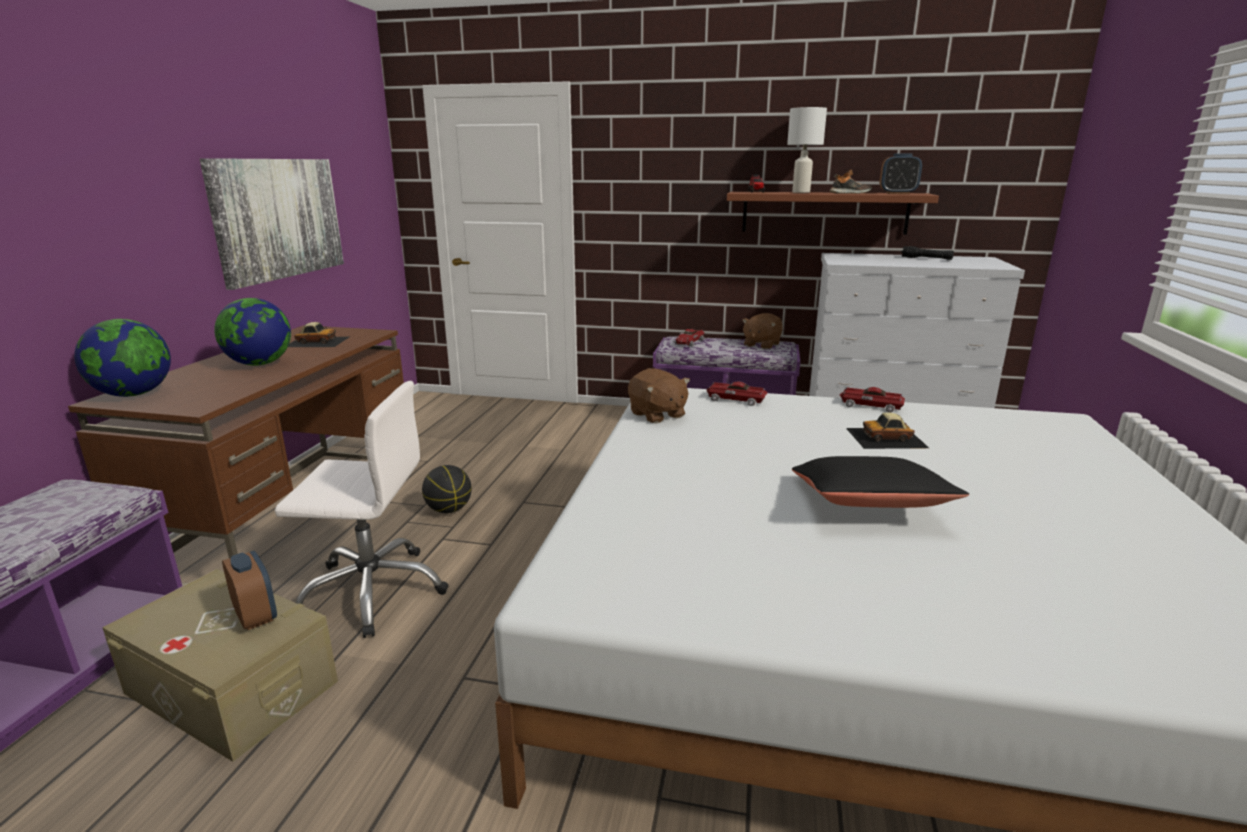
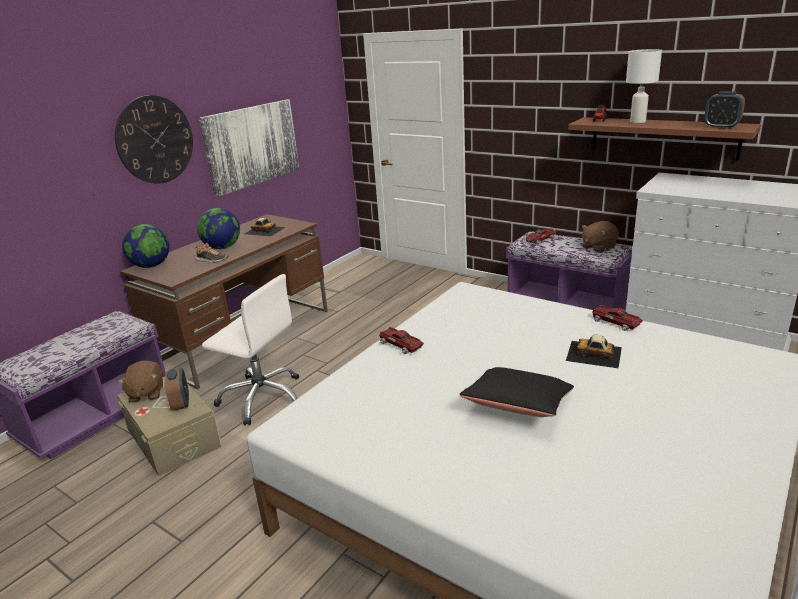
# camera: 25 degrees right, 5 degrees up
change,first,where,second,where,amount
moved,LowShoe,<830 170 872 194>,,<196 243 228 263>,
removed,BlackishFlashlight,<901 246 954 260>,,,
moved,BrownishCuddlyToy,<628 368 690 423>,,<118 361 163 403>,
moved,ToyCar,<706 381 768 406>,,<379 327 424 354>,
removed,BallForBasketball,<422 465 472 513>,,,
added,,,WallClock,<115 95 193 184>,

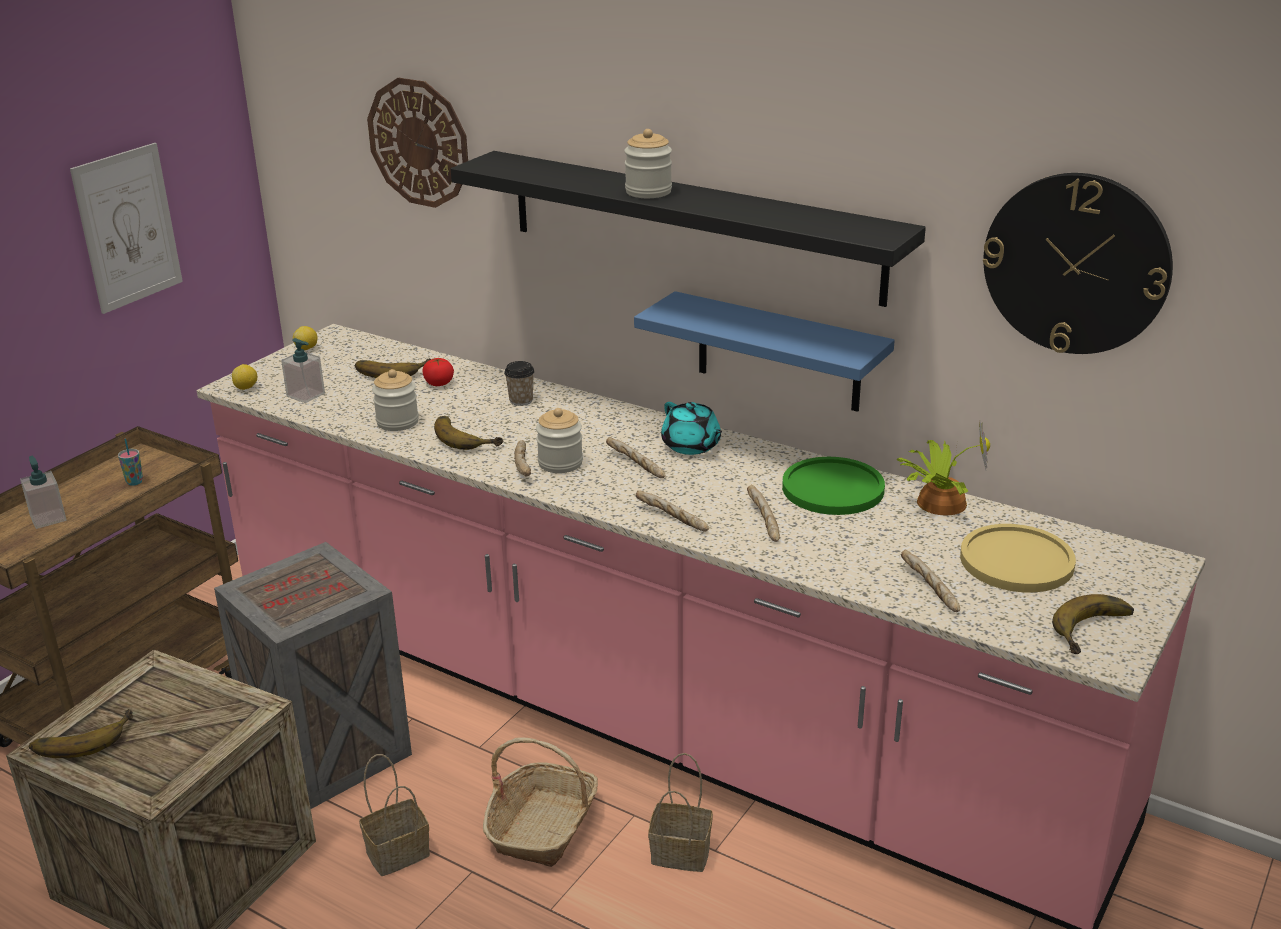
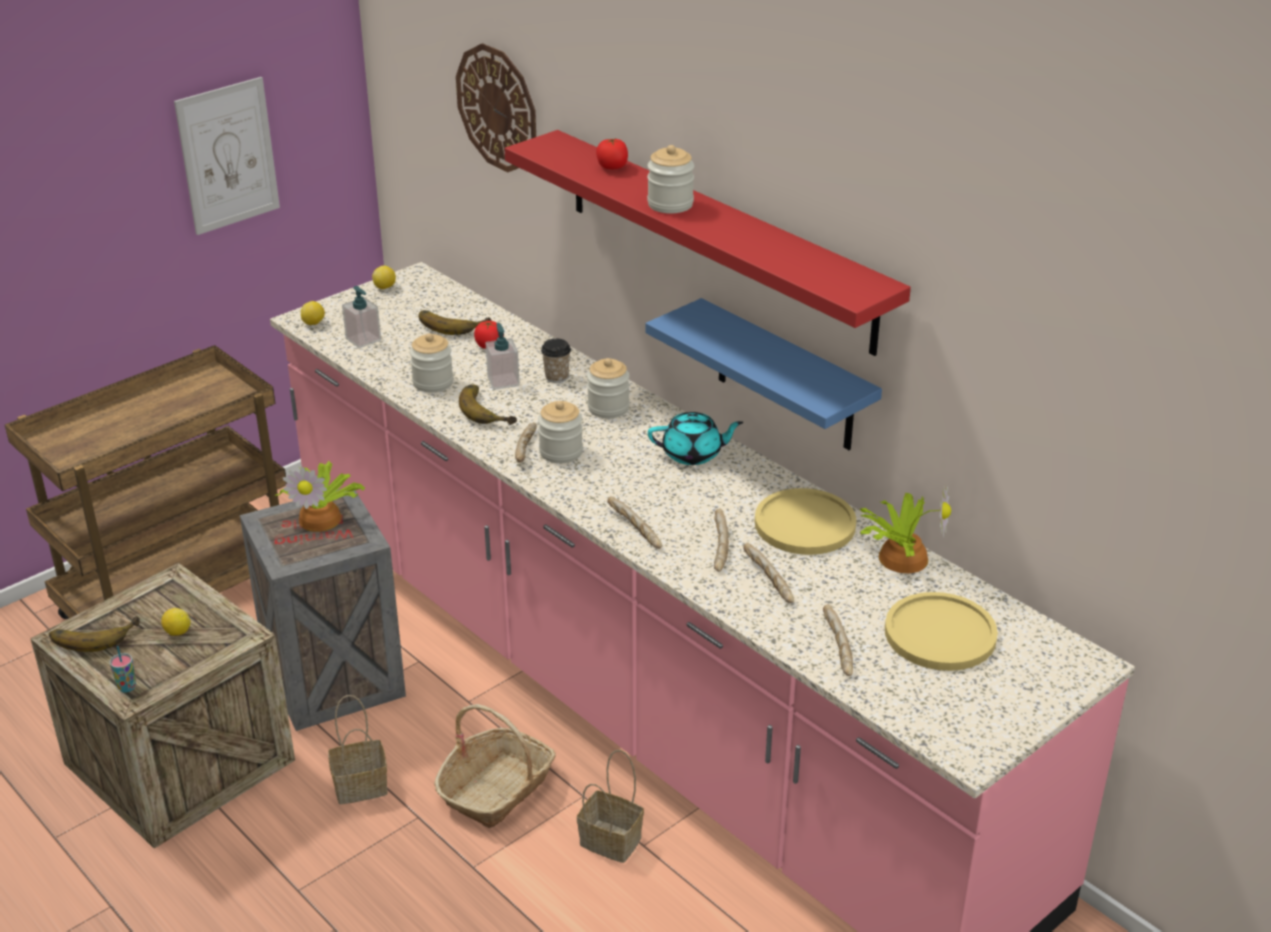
# camera: 15 degrees right, 5 degrees up
change,first,where,second,where,amount
recoloured,BlackishBracketShelf,<451 151 926 307>,RedColouredBracketShelf,<505 130 911 356>,
removed,WallClock,<983 173 1173 354>,,,
turned,TurquoiseTeapot,<661 402 722 455>,,<648 412 743 465>,75 degrees counterclockwise
moved,BakedBread,<606 437 666 478>,,<743 543 794 603>,
moved,SmallCup,<118 439 143 486>,,<109 646 136 693>,
moved,SoapDispenser,<20 456 67 529>,,<486 323 520 390>,
recoloured,GreenishFlatDish,<782 457 885 515>,YellowColouredFlatDish,<755 488 857 555>,
removed,BananaFruit,<1052 594 1134 654>,,,
added,,,Tomato,<596 139 628 169>,
added,,,PreserveJar,<587 358 630 418>,
added,,,PlantInAPot,<274 461 365 532>,
added,,,Lemon,<161 608 190 636>,

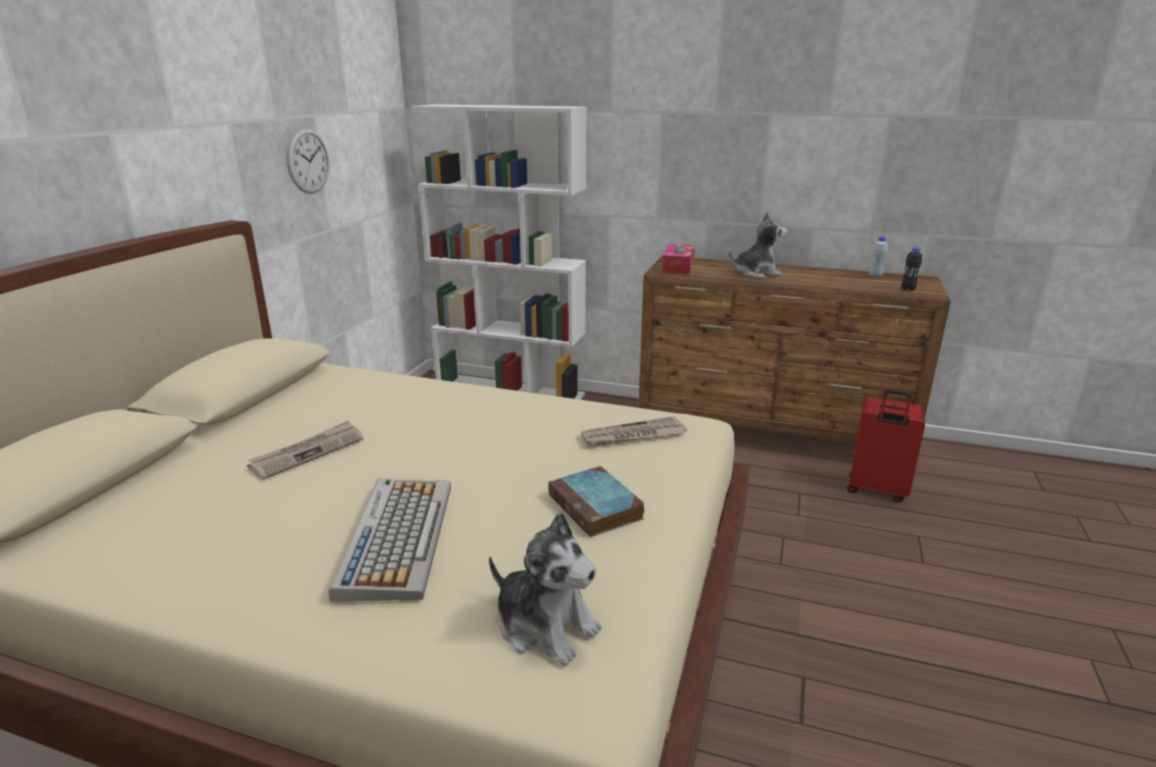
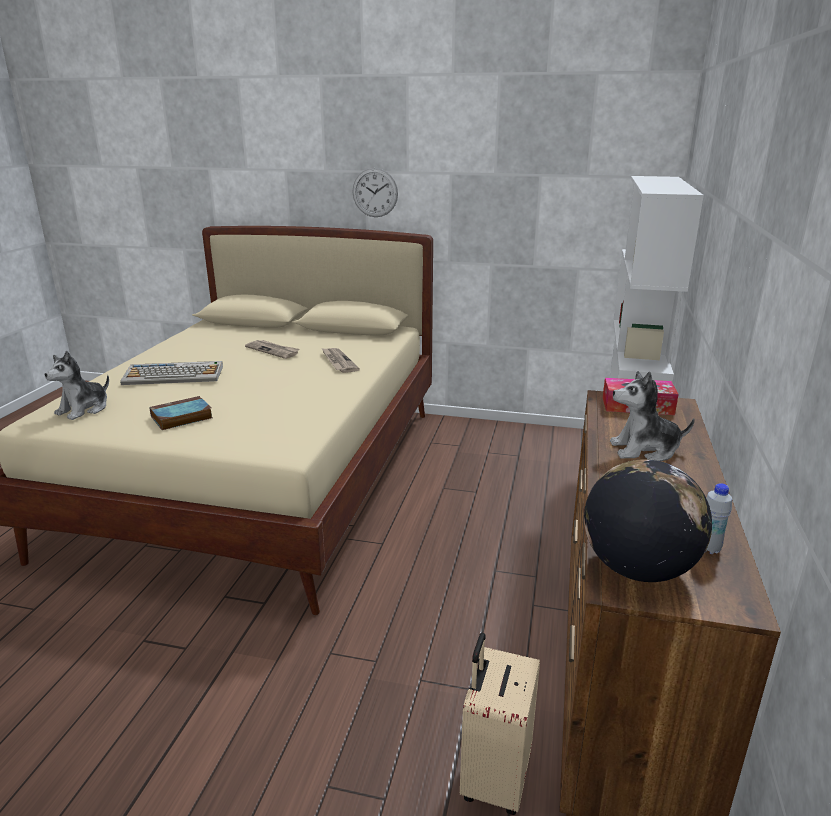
# camera: 85 degrees right, 0 degrees up
change,first,where,second,where,amount
moved,WallClock,<286 127 329 194>,,<352 168 398 217>,
turned,CuddlyToy,<729 212 788 278>,,<610 371 695 461>,105 degrees clockwise
replaced,BlackishBottle,<902 247 922 291>,Globe,<584 459 712 582>,
recoloured,RedColouredPieceOfLuggage,<847 389 925 503>,BeigePieceOfLuggage,<460 633 540 815>,
moved,PrintedPaper,<581 416 687 447>,,<322 348 360 373>,

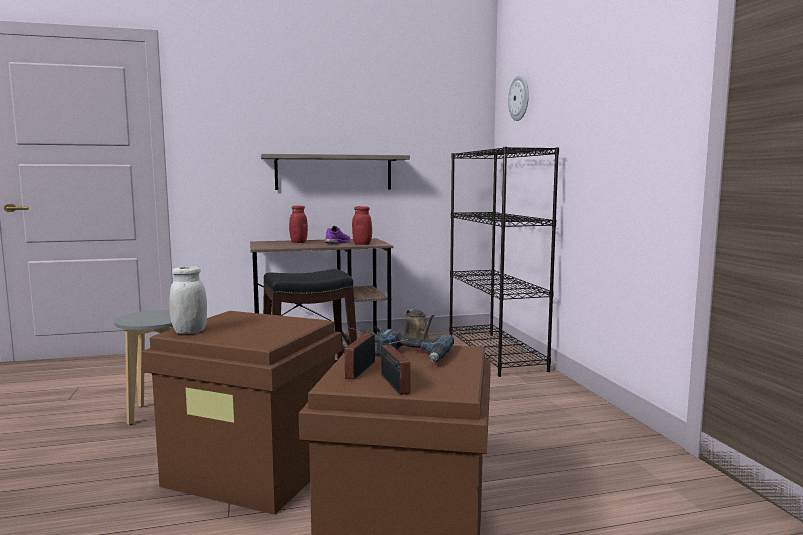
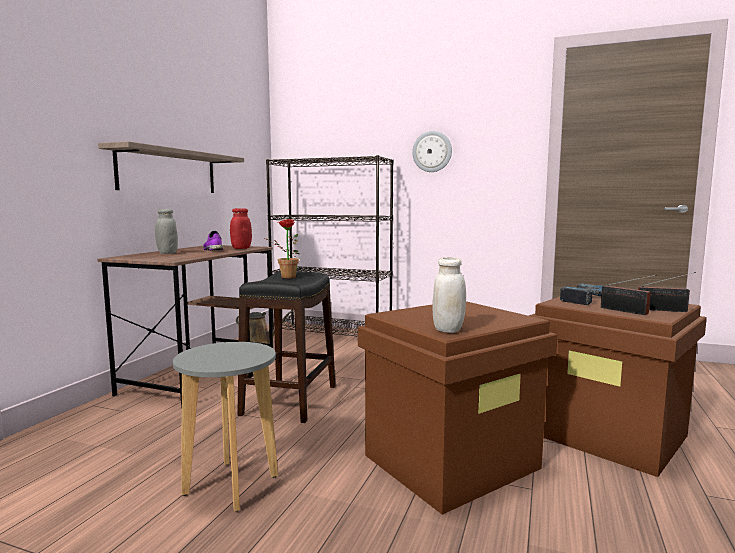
# camera: 55 degrees left, 0 degrees up
change,first,where,second,where,amount
moved,WallClock,<508 75 529 121>,,<412 131 452 172>,
recoloured,RedColouredPreserveJar,<289 206 308 243>,GreyPreserveJar,<155 209 178 254>,
added,,,PlantInAPot,<265 219 300 278>,

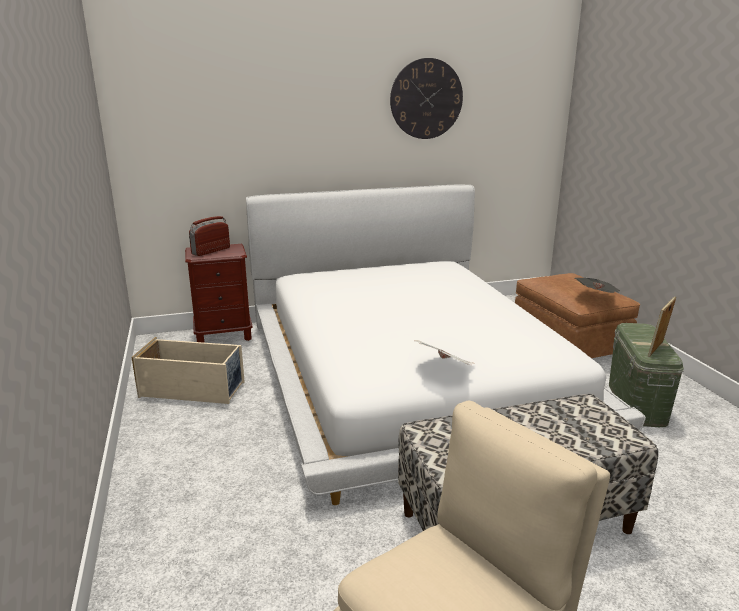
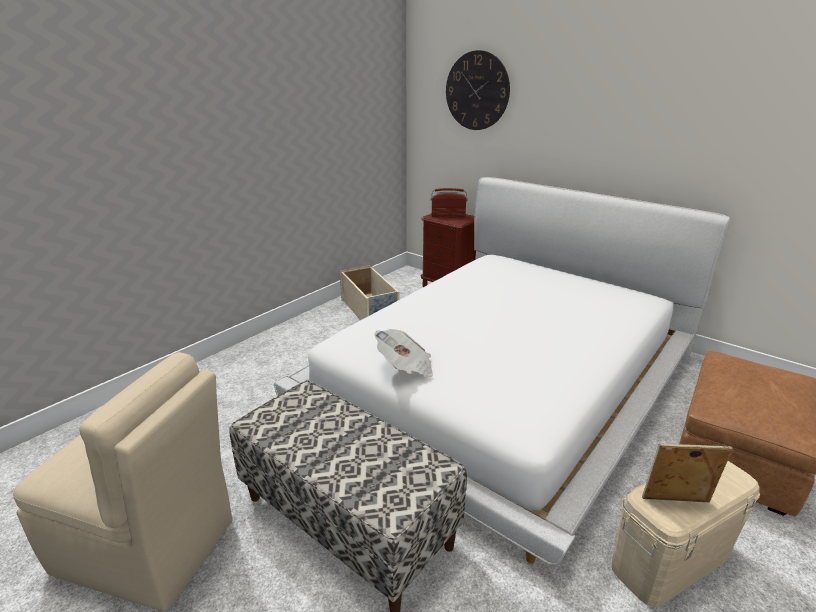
# camera: 55 degrees right, 5 degrees up
change,first,where,second,where,amount
moved,WallClock,<390 58 463 139>,,<446 50 510 130>,
removed,PrintedPaper,<575 278 620 293>,,,
recoloured,GreenishStorageBin,<609 323 684 427>,BeigeStorageBin,<612 461 760 607>,

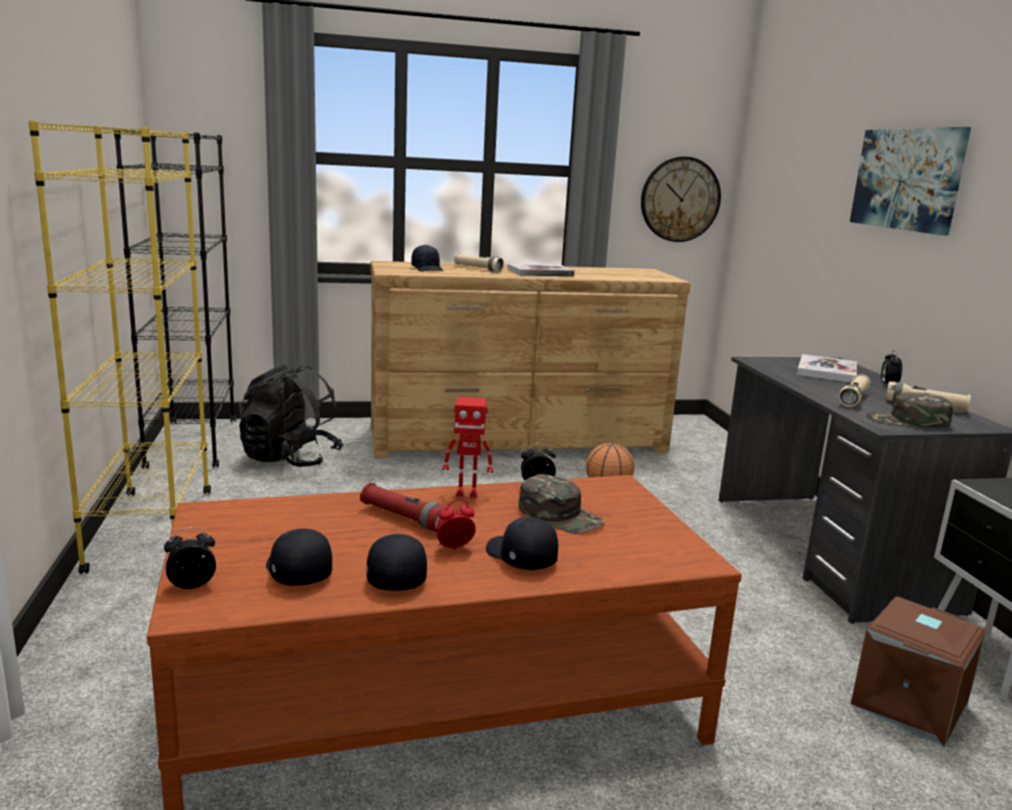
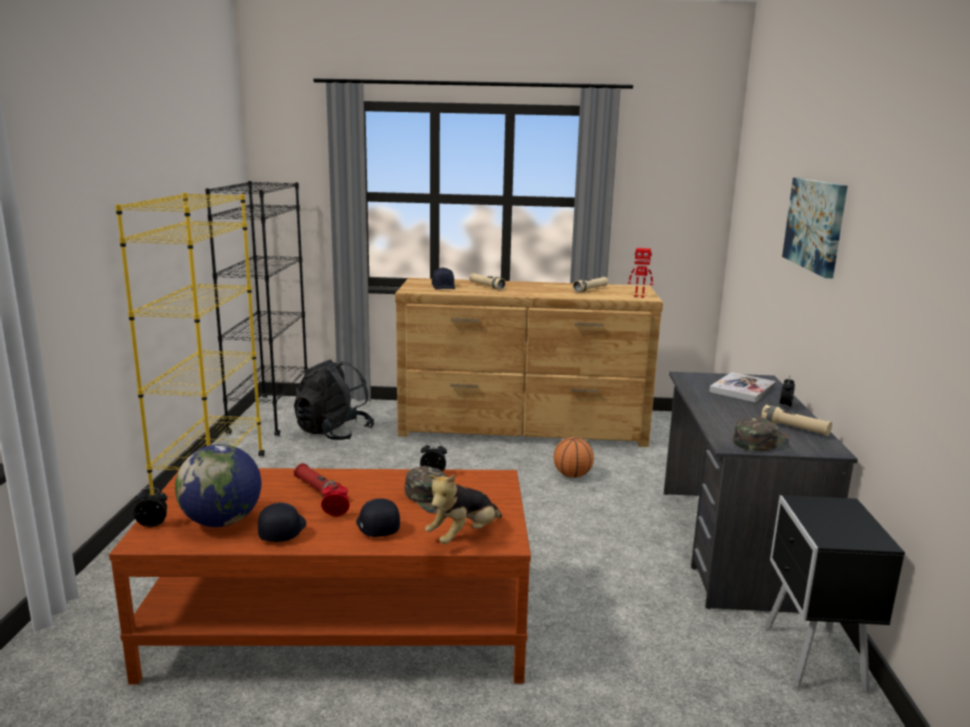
# camera: 15 degrees right, 0 degrees up
change,first,where,second,where,amount
removed,WallClock,<641 157 721 242>,,,
removed,Book,<508 264 575 277>,,,
moved,BeigeFlashlight,<839 374 870 407>,,<573 277 608 292>,
turned,GreenishCap,<866 392 953 428>,,<733 417 790 451>,120 degrees clockwise
moved,ModelRobot,<443 397 493 497>,,<628 248 653 298>,
replaced,BlackishCap,<266 529 332 586>,Globe,<175 444 261 527>,
removed,BrownishStorageBin,<851 596 987 747>,,,
added,,,CuddlyToy,<425 474 502 544>,

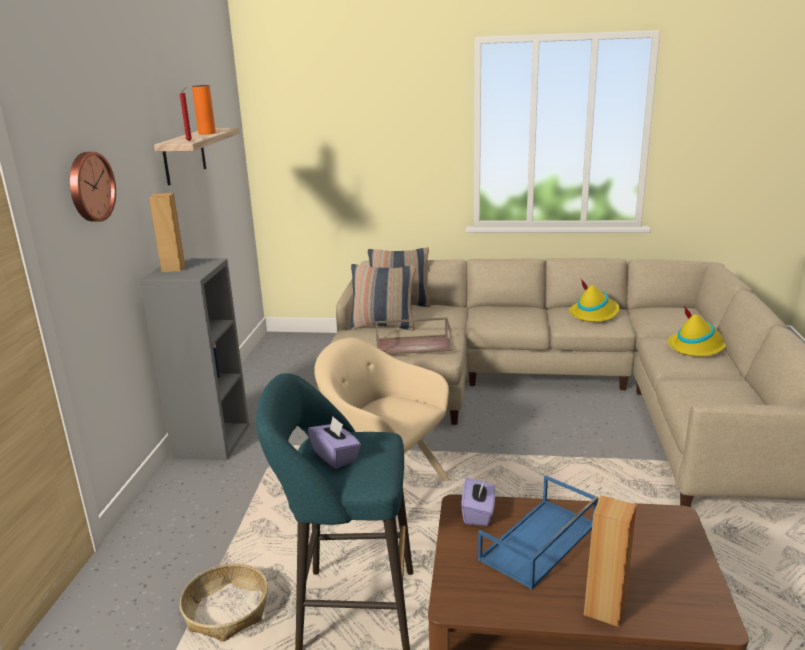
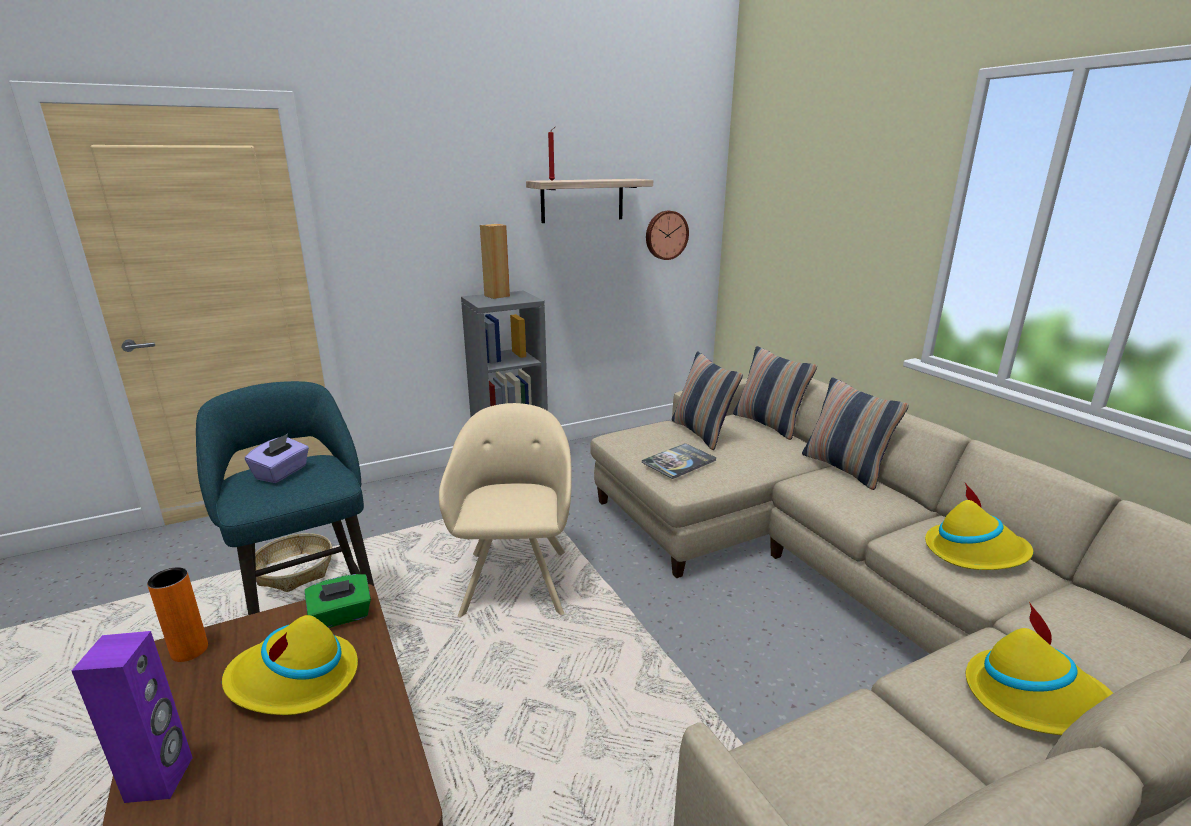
# camera: 55 degrees right, 0 degrees up
change,first,where,second,where,amount
moved,OrangeyDecorativeVase,<192 85 216 135>,,<147 567 208 662>,
moved,WallClock,<70 152 116 222>,,<646 211 689 260>,
replaced,BrownishCarryingTray,<375 317 452 355>,Book,<642 443 717 479>,
replaced,BlueColouredCarryingTray,<478 475 598 590>,YellowColouredHat,<222 615 358 715>,
recoloured,PurpleColouredTissueBox,<462 477 495 526>,GreenishTissueBox,<305 574 371 628>,
recoloured,BrownishSpeaker,<584 495 637 627>,PurpleColouredSpeaker,<71 631 193 803>,
added,,,Cushion,<802 377 909 490>,

